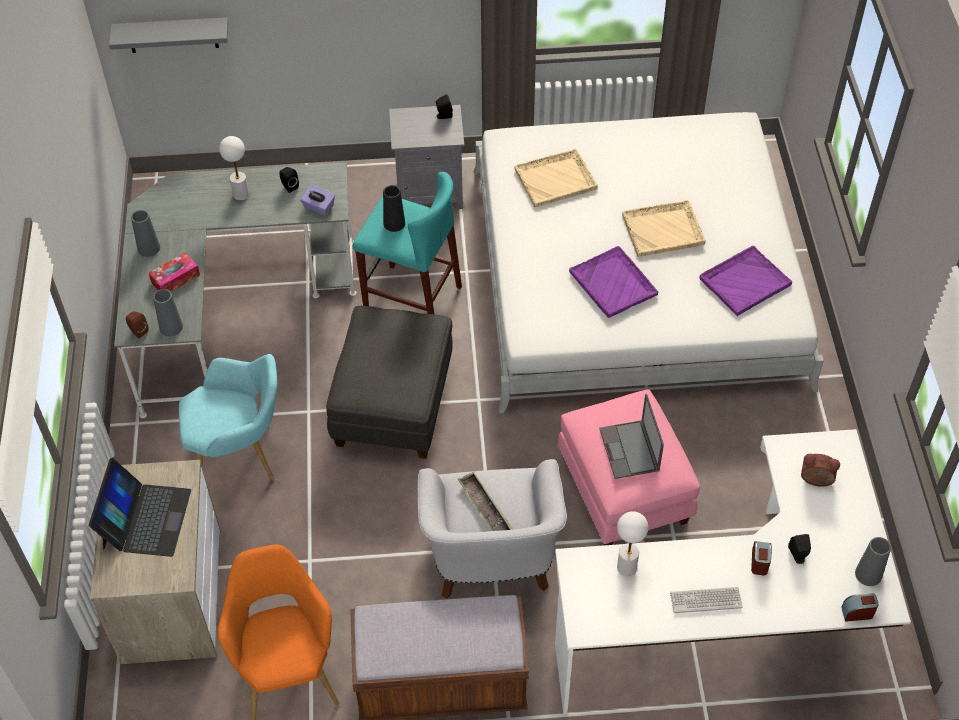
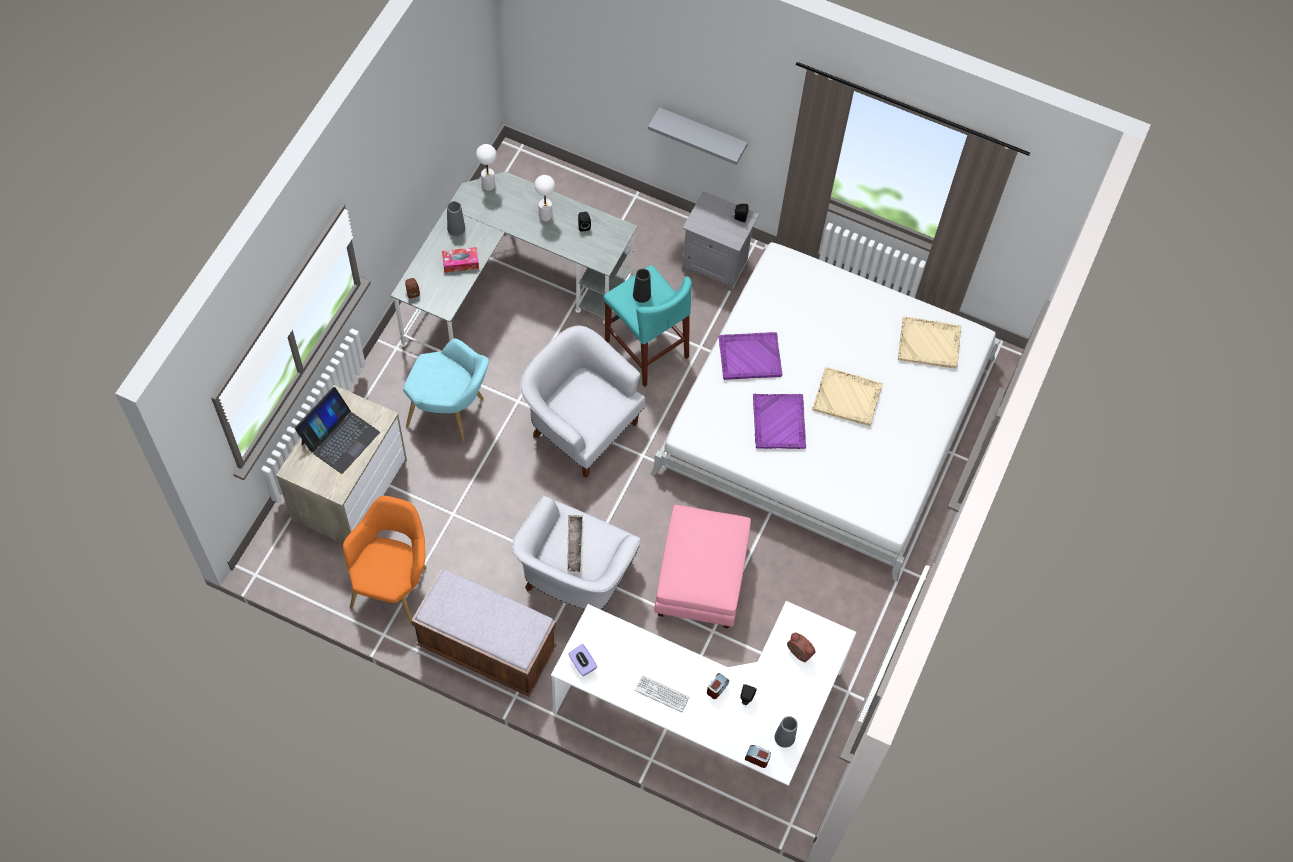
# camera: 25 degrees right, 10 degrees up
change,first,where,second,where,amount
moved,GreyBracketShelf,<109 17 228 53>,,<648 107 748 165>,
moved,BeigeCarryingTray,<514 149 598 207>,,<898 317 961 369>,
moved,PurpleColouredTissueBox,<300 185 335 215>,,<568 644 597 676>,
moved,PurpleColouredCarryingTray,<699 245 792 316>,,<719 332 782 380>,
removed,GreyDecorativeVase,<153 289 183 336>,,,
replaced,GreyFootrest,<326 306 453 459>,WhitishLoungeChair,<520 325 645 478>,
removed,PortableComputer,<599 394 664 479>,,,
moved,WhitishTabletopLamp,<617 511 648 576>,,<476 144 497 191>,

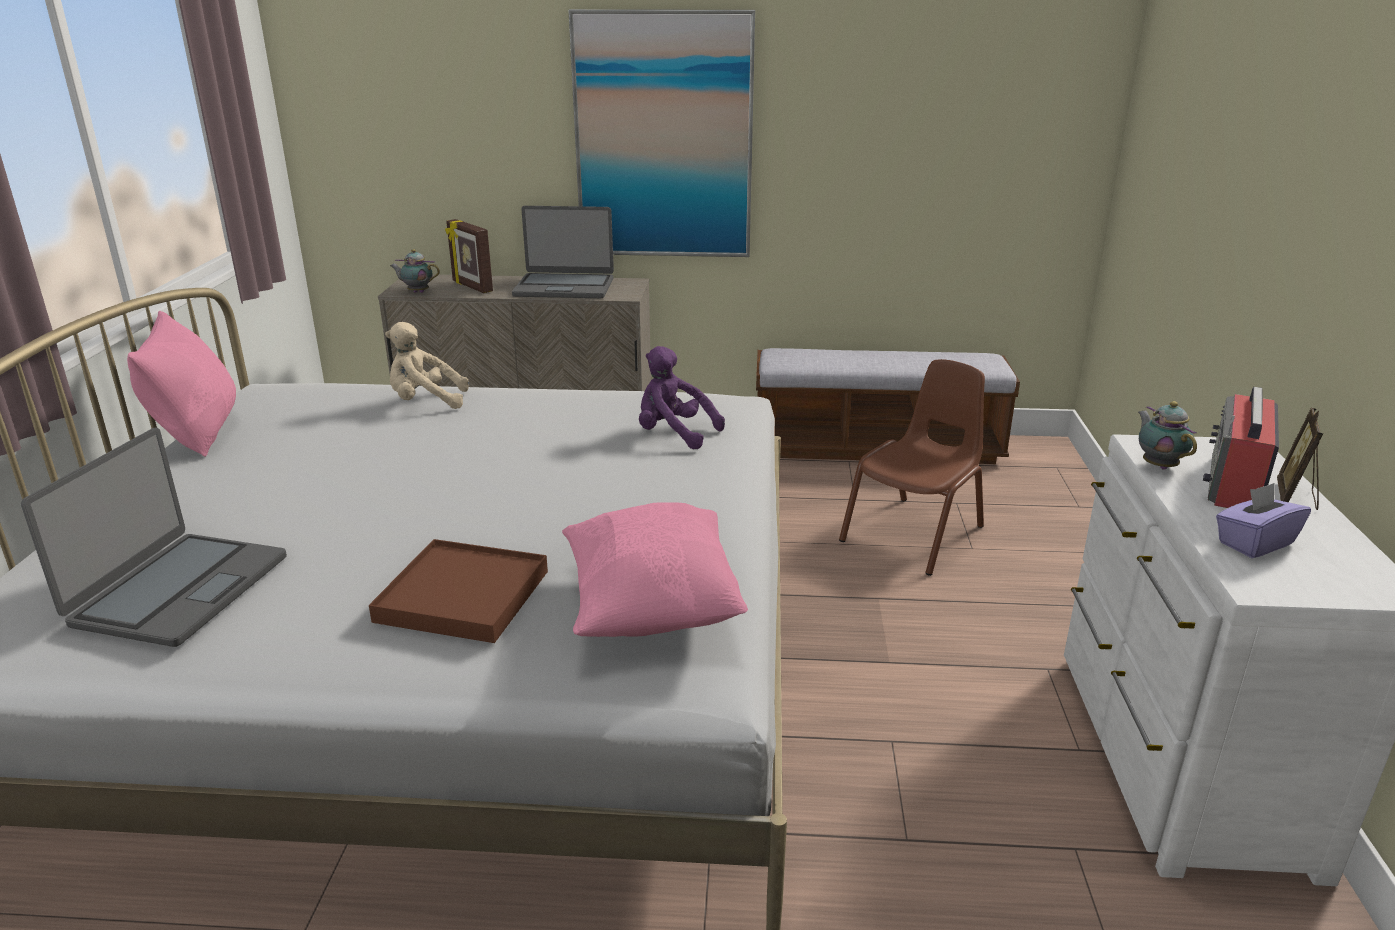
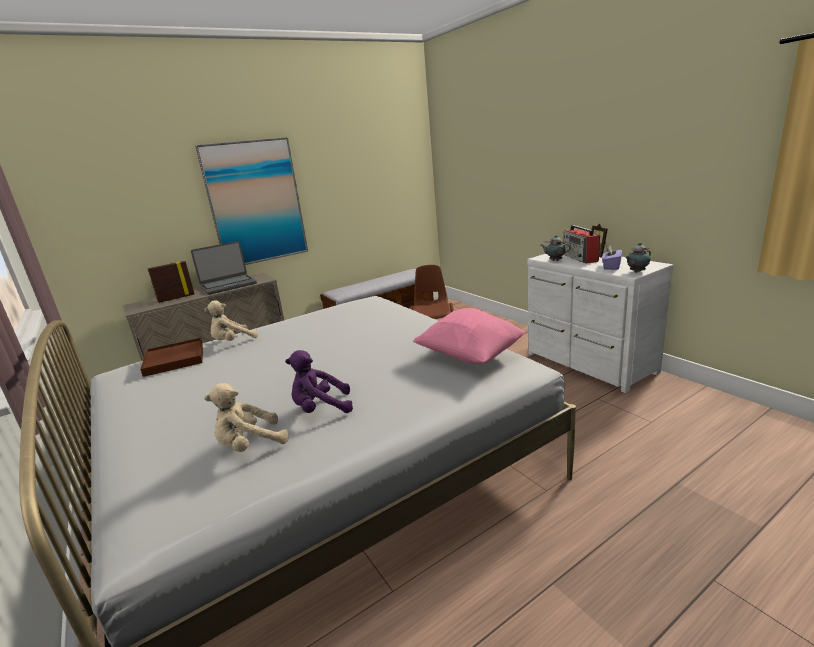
# camera: 35 degrees left, 5 degrees down
change,first,where,second,where,amount
turned,PhotoFrame,<445 219 493 293>,,<148 261 195 303>,135 degrees clockwise
moved,Teapot,<390 249 440 293>,,<625 243 651 273>,
removed,PinkishCushion,<127 311 236 457>,,,
moved,PurpleColouredCuddlyToy,<639 346 725 449>,,<285 350 353 413>,
replaced,PortableComputer,<21 428 287 647>,BeigeCuddlyToy,<204 383 289 452>,
moved,BrownishCarryingTray,<369 539 548 643>,,<140 338 203 377>,

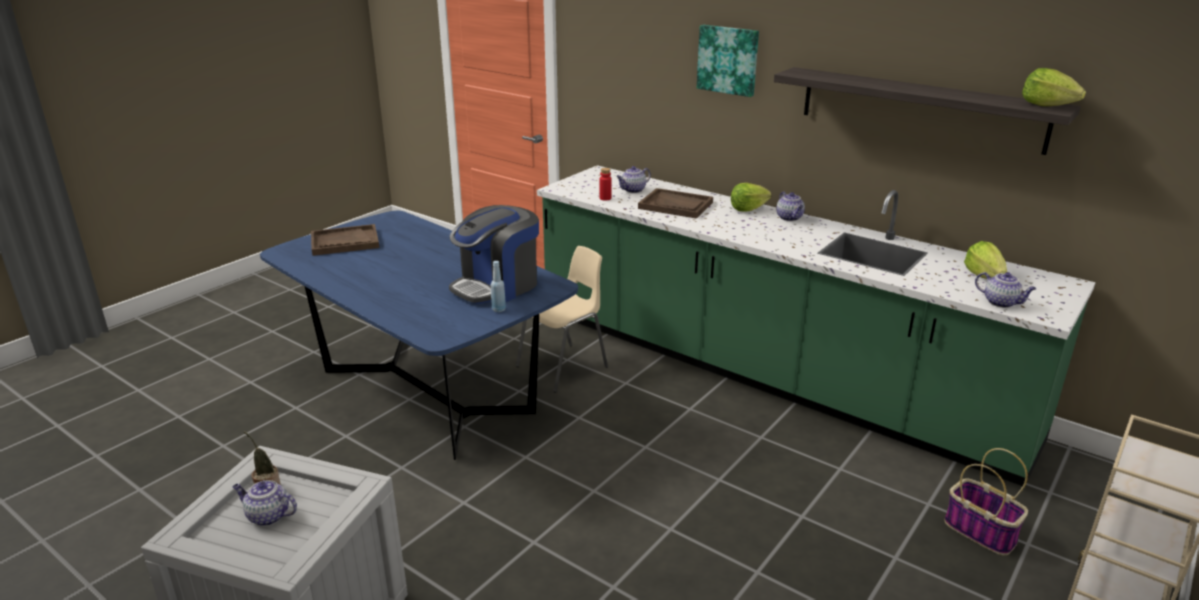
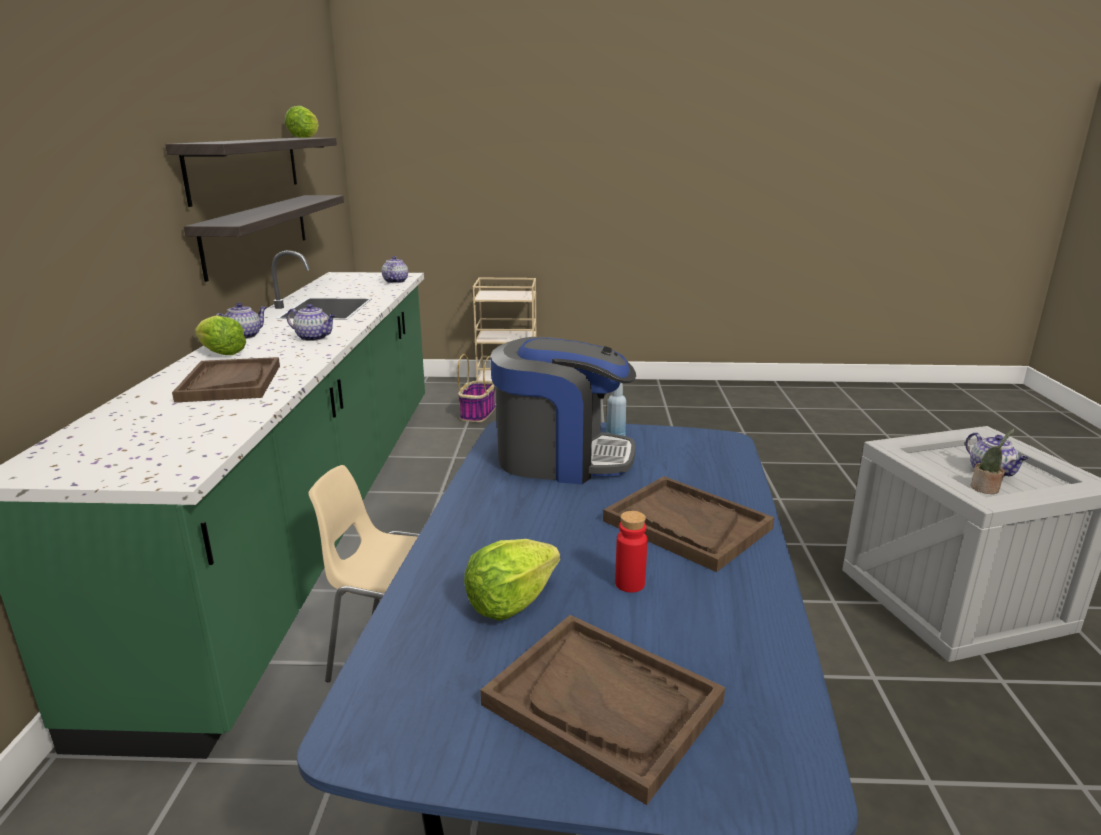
# camera: 125 degrees left, 5 degrees down
change,first,where,second,where,amount
removed,WallPicture,<697 25 759 97>,,,
moved,Teapot,<616 166 651 193>,,<287 304 336 341>,
moved,RedColouredBottle,<600 168 612 201>,,<615 511 647 592>,
moved,LettuceHead,<964 241 1007 279>,,<464 539 560 621>,
added,,,BracketShelf,<184 195 344 282>,
added,,,BrownishCarryingTray,<603 476 774 572>,

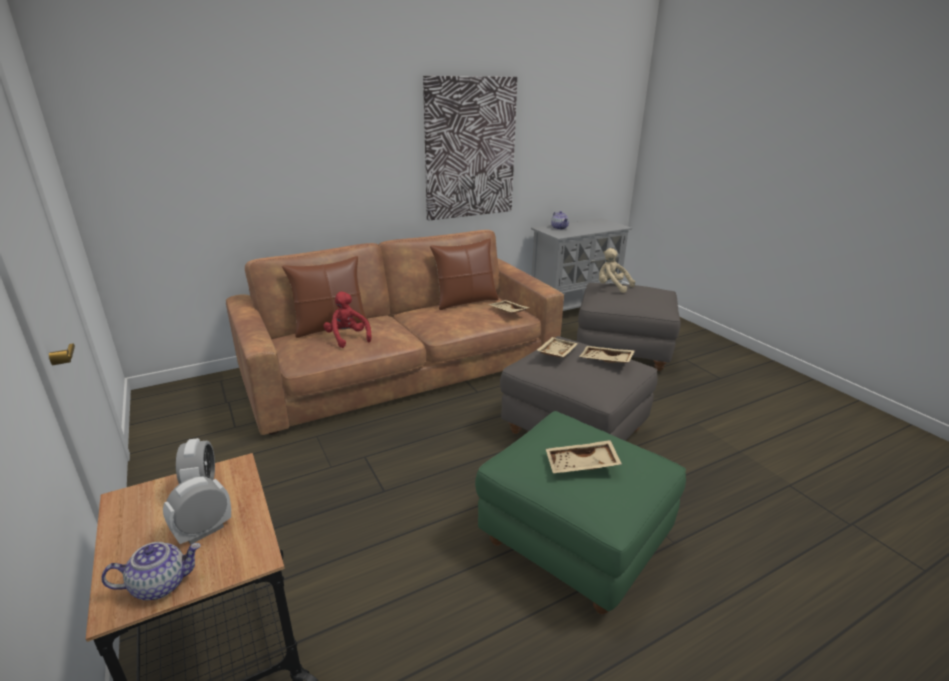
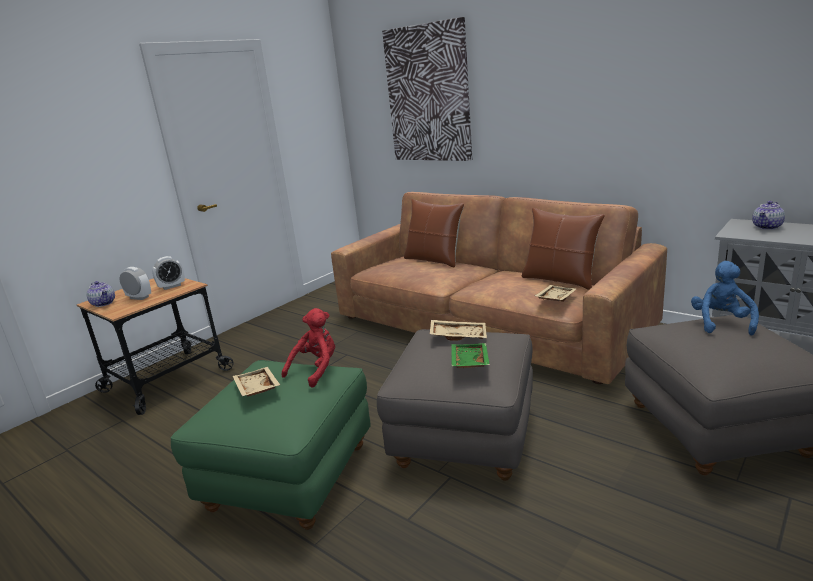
# camera: 70 degrees right, 5 degrees down
change,first,where,second,where,amount
moved,WallPicture,<423 76 517 220>,,<382 17 472 161>,
recoloured,BeigeCuddlyToy,<599 248 635 293>,BlueColouredCuddlyToy,<691 261 759 335>,
moved,RedColouredCuddlyToy,<323 292 372 348>,,<281 308 335 388>,
recoloured,BeigeCarryingTray,<579 346 635 363>,GreenishCarryingTray,<451 343 490 368>,

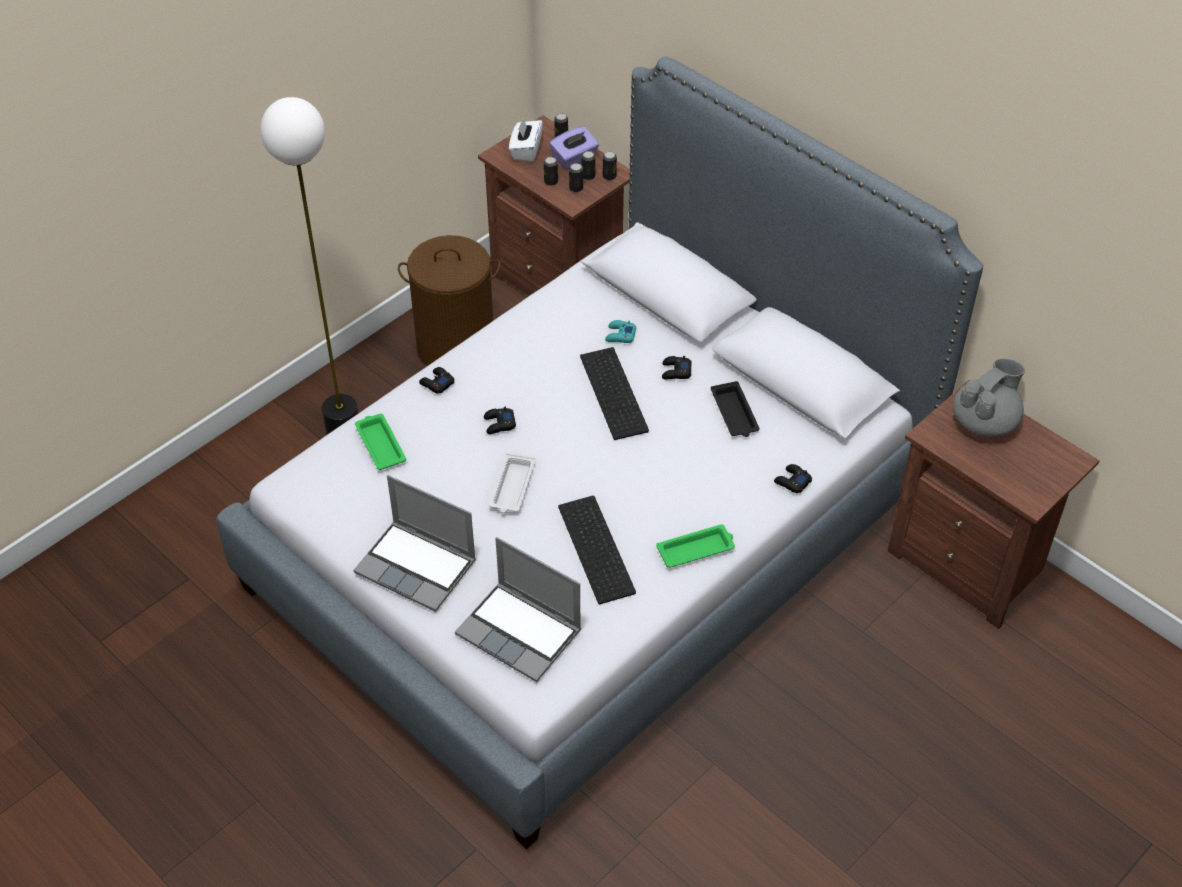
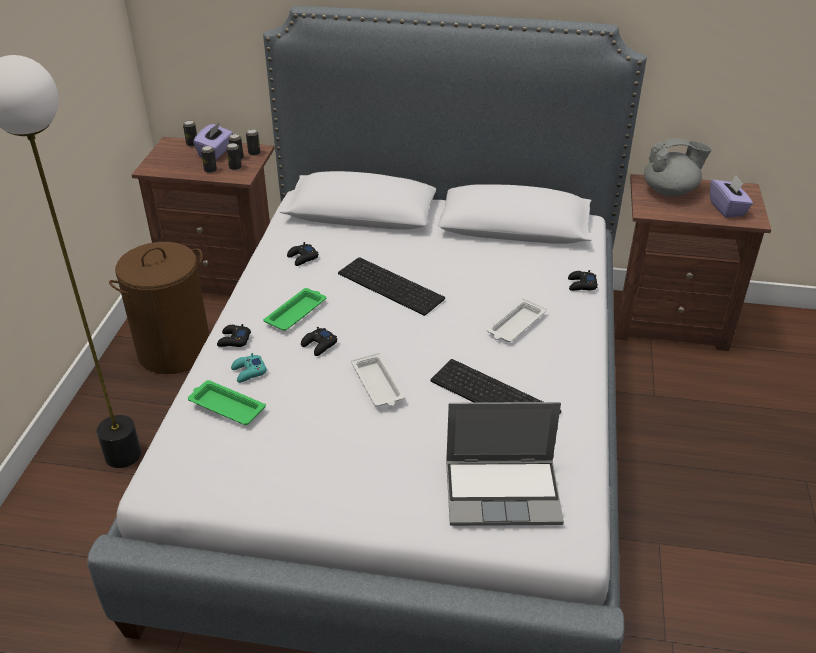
# camera: 35 degrees left, 10 degrees down
change,first,where,second,where,amount
removed,WhitishTissueBox,<509 118 543 162>,,,
moved,TurquoiseJoypad,<605 320 636 343>,,<231 353 267 383>,
moved,BlackishJoypad,<662 356 692 379>,,<287 242 319 266>,
turned,GreyTeapot,<953 359 1025 437>,,<644 138 712 196>,75 degrees clockwise
removed,BlackishCarryingTray,<711 381 760 437>,,,
removed,PortableComputer,<353 475 476 612>,,,
moved,GreenishCarryingTray,<656 524 735 568>,,<263 288 326 331>,
added,,,PurpleColouredTissueBox,<710 175 753 218>,
added,,,WhitishCarryingTray,<487 298 547 342>,

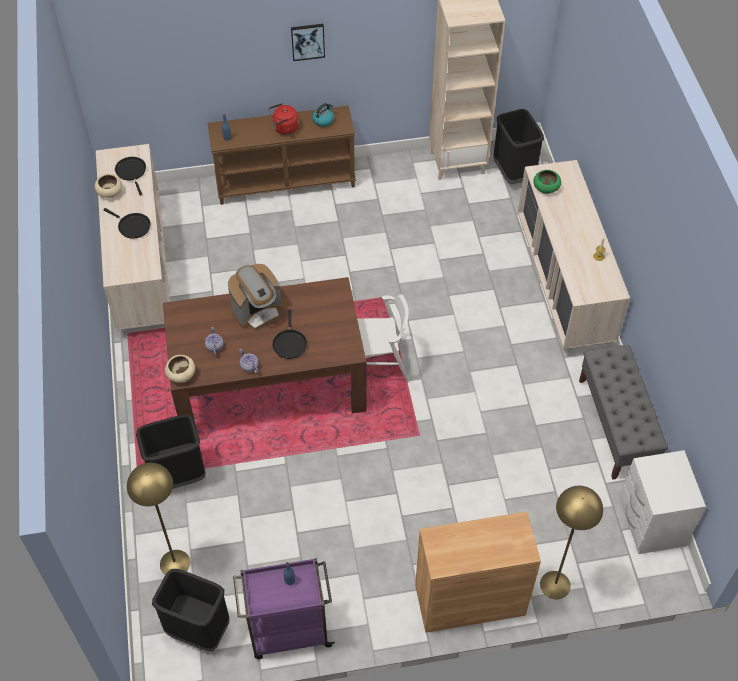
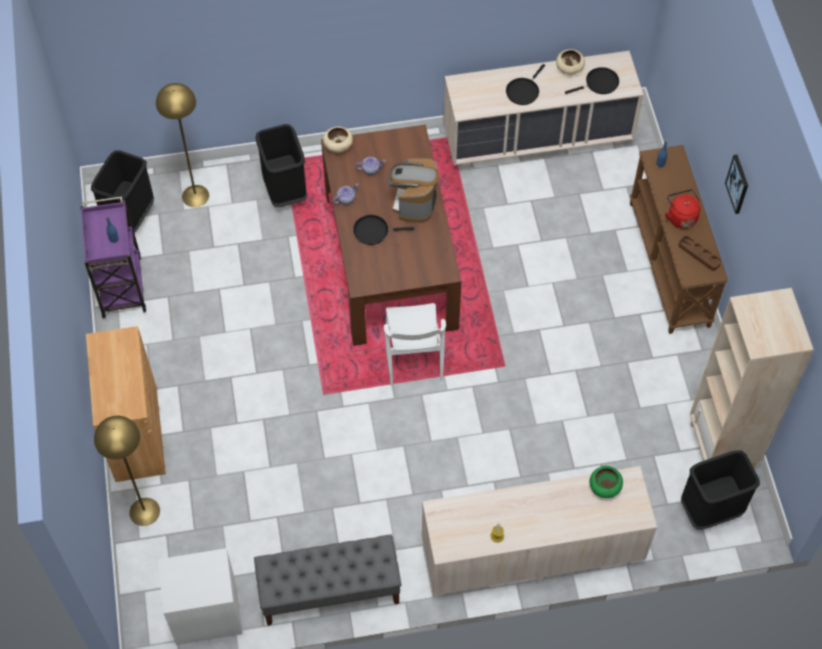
# camera: 90 degrees right, 5 degrees up
change,first,where,second,where,amount
replaced,Kettle,<312 103 334 127>,BrownishCarryingTray,<679 236 721 271>,
turned,CoffeeBrewer,<228 264 282 331>,,<387 158 439 223>,45 degrees clockwise

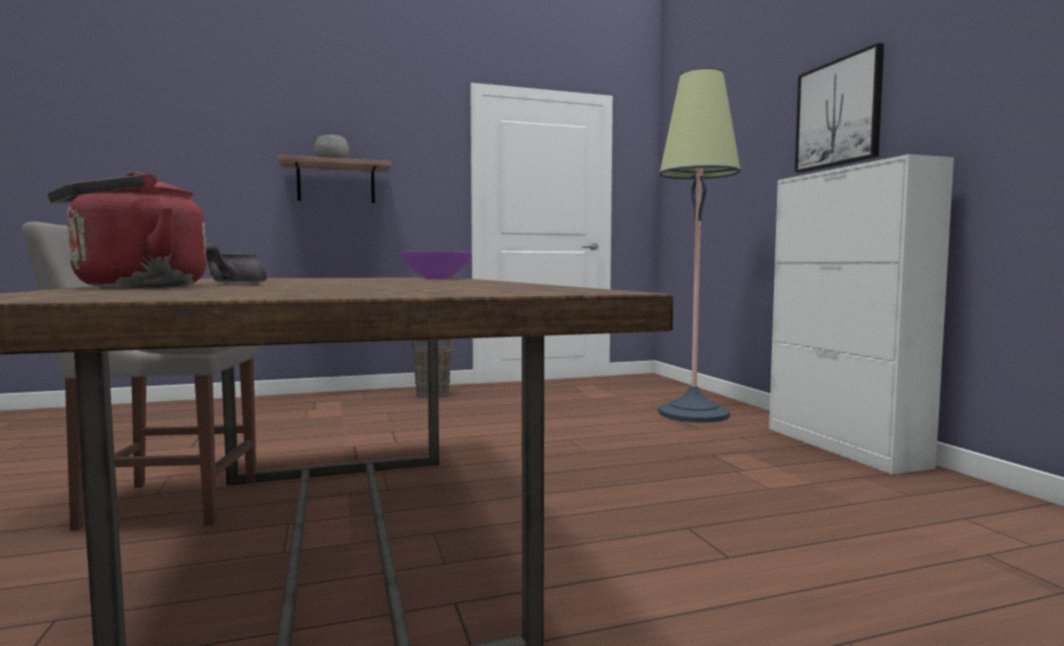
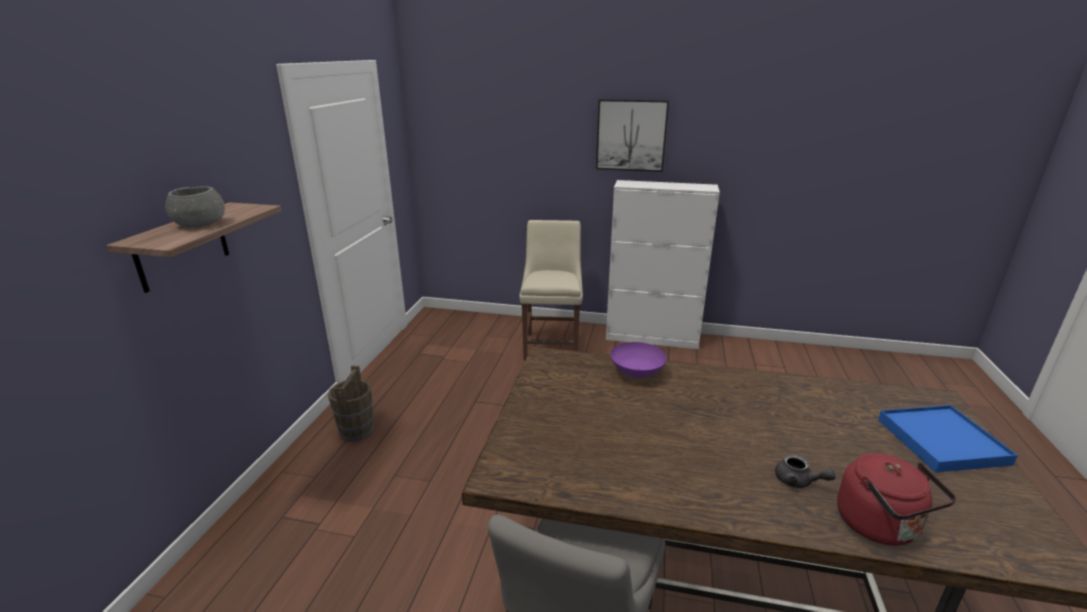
# camera: 60 degrees left, 20 degrees up
change,first,where,second,where,amount
replaced,FloorLamp,<658 67 741 423>,BeigeChair,<519 220 583 361>,
added,,,BlueColouredCarryingTray,<878 405 1018 473>,

